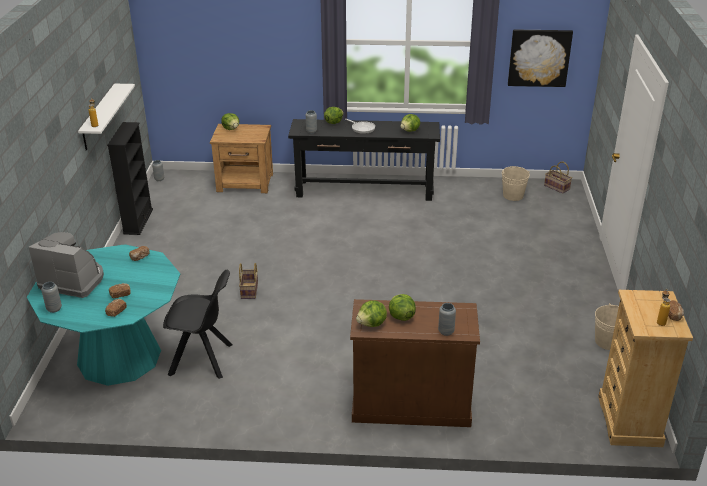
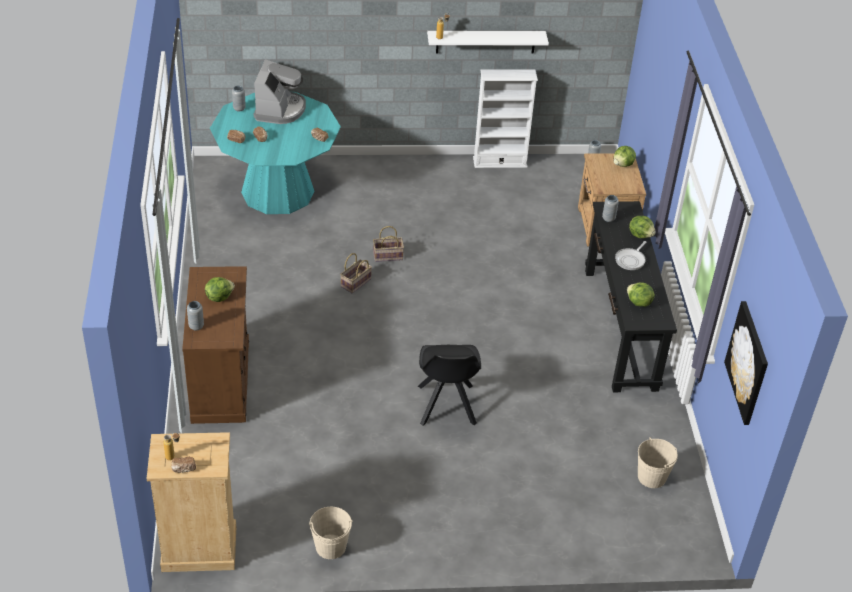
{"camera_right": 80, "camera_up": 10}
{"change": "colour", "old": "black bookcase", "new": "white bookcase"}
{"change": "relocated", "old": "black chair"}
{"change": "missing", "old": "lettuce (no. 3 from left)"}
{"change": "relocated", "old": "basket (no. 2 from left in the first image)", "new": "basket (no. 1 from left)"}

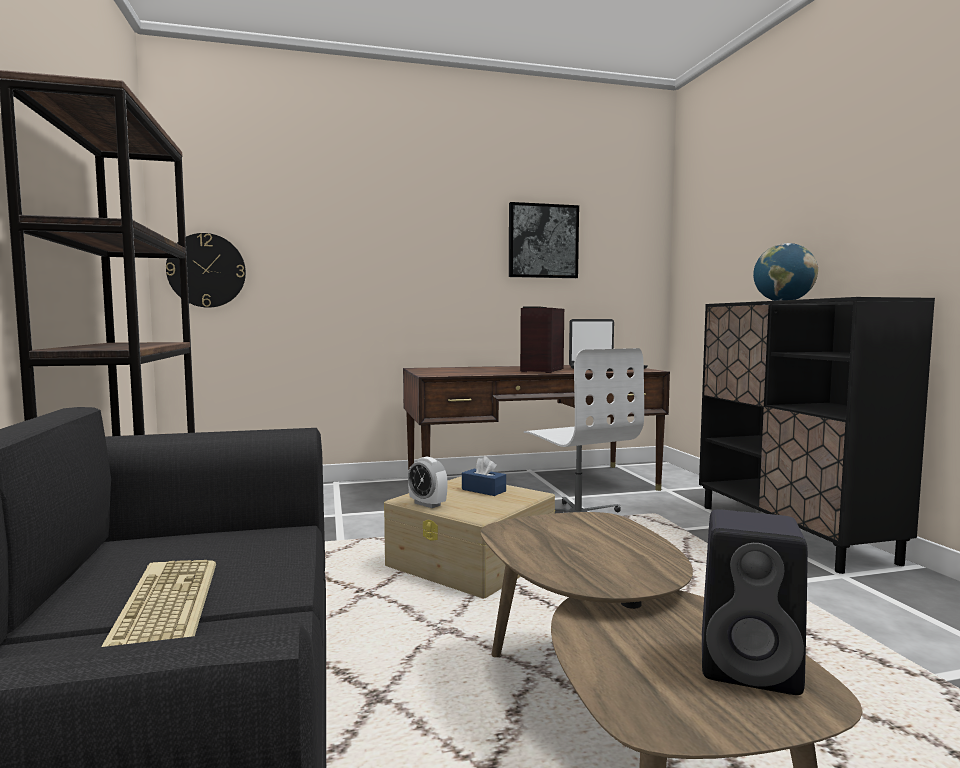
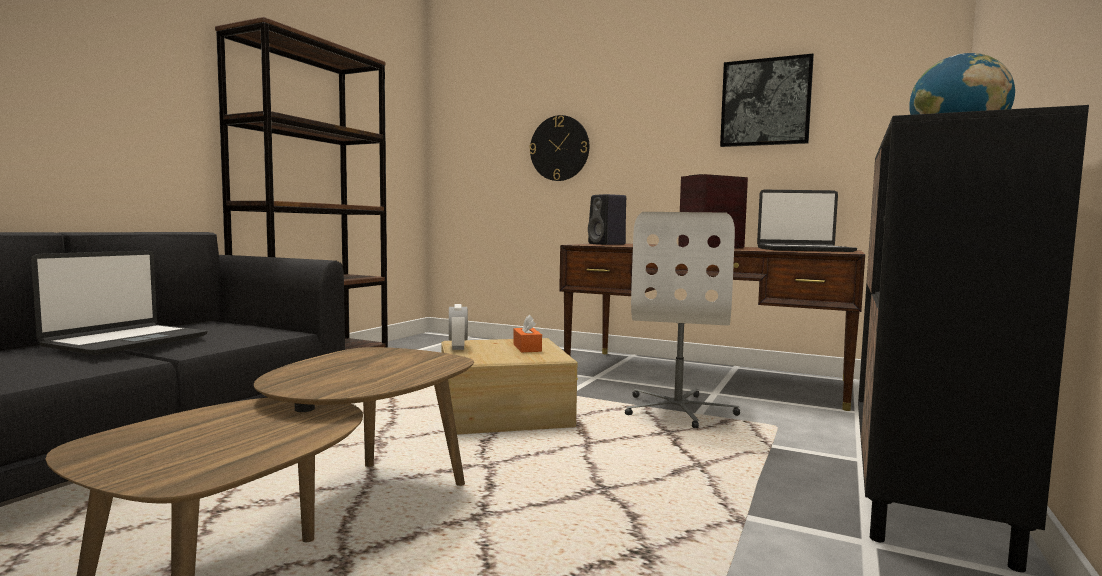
{"camera_right": 40, "camera_up": 0}
{"change": "exchanged", "old": "keyboard", "new": "laptop (no. 1 from left)"}
{"change": "relocated", "old": "wall clock"}
{"change": "colour", "old": "blue tissue box", "new": "orange tissue box"}
{"change": "relocated", "old": "black speaker"}

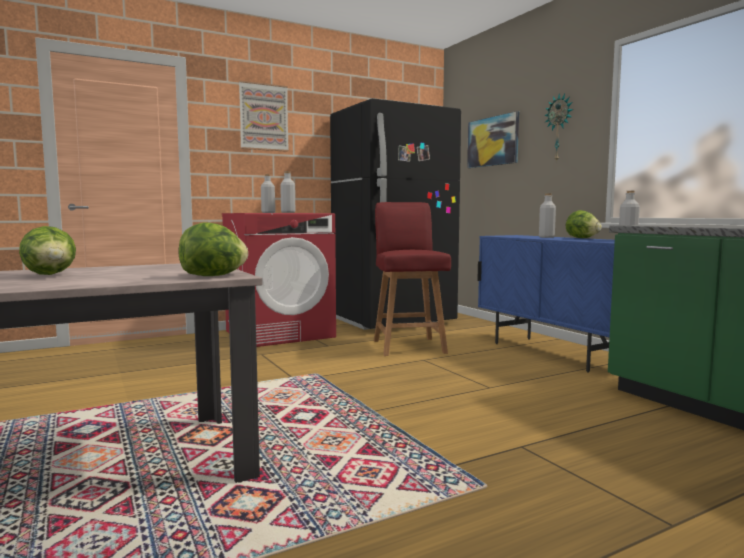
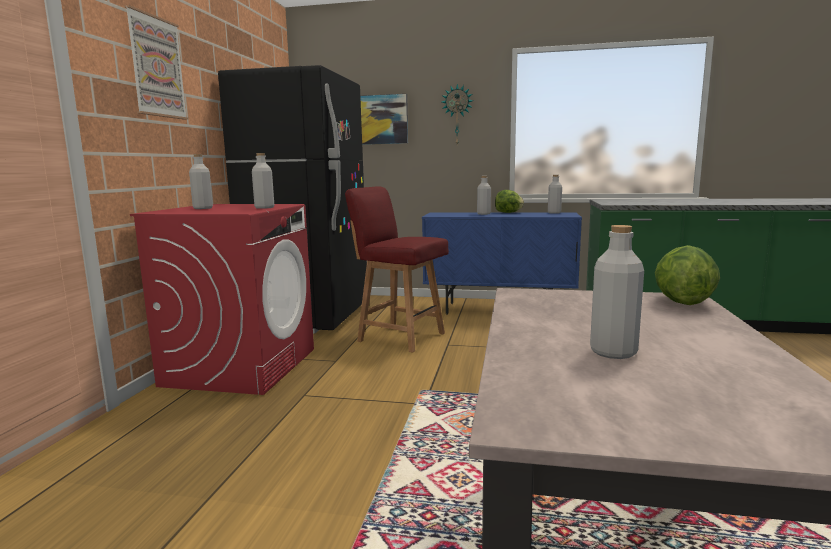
{"camera_right": -50, "camera_up": 5}
{"change": "exchanged", "old": "lettuce (no. 1 from left)", "new": "grey bottle (no. 5 from left)"}

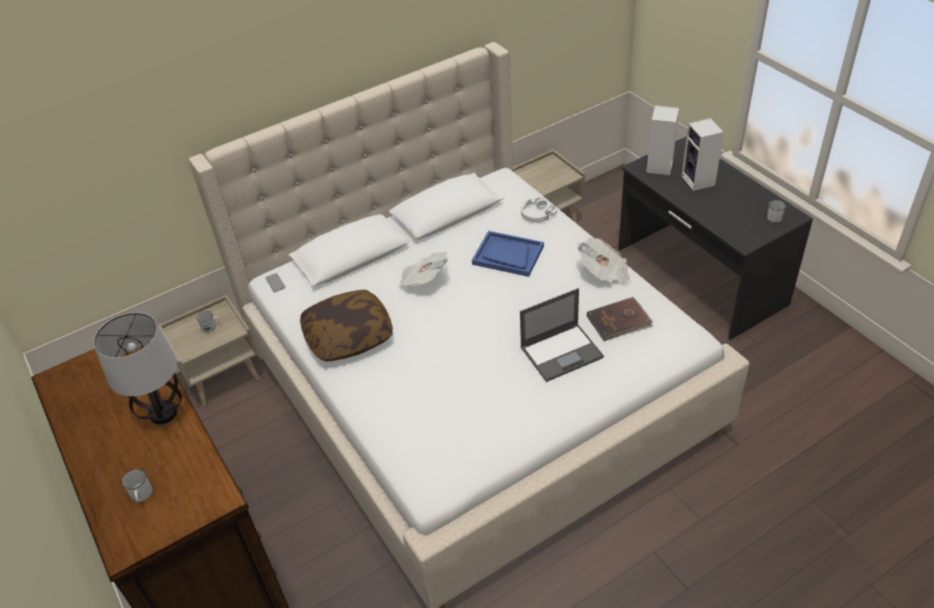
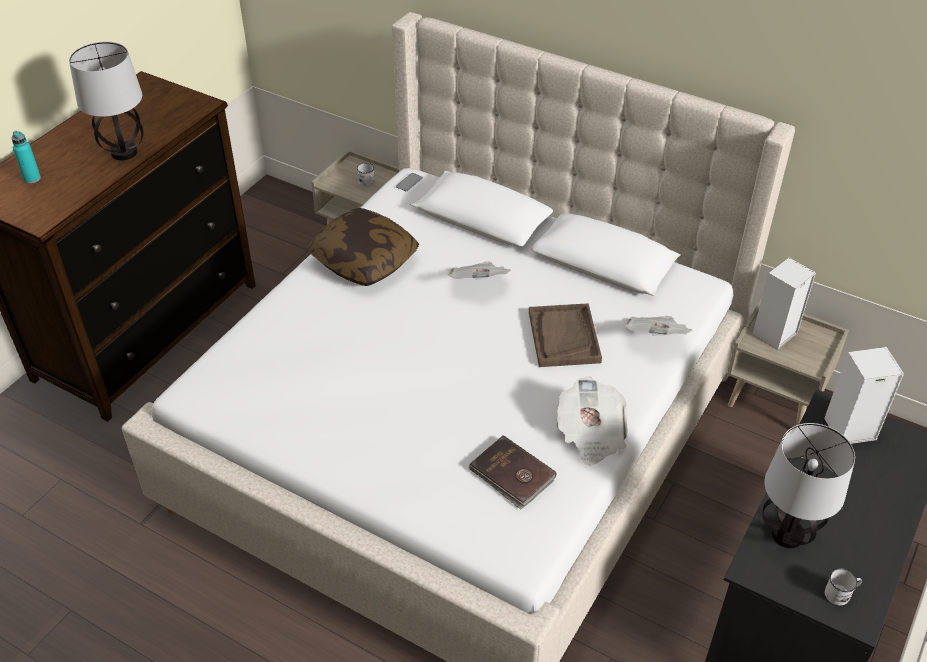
{"camera_right": 60, "camera_up": 0}
{"change": "exchanged", "old": "white mug (no. 1 from left)", "new": "turquoise bottle"}
{"change": "colour", "old": "blue tray", "new": "brown tray"}
{"change": "missing", "old": "laptop"}
{"change": "exchanged", "old": "white headphones", "new": "newspaper (no. 3 from left)"}
{"change": "relocated", "old": "speaker (no. 2 from left in the first image)", "new": "speaker (no. 1 from left)"}
{"change": "appeared", "new": "table lamp (no. 2 from left)"}

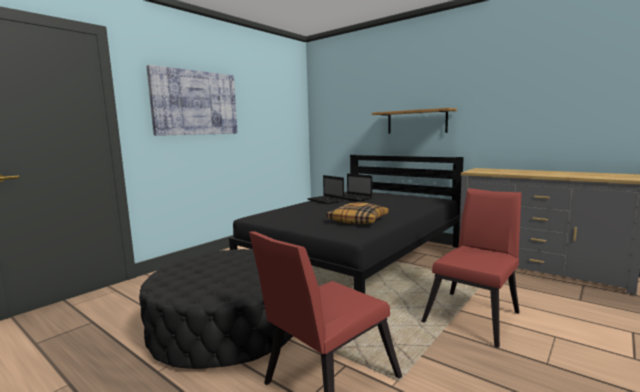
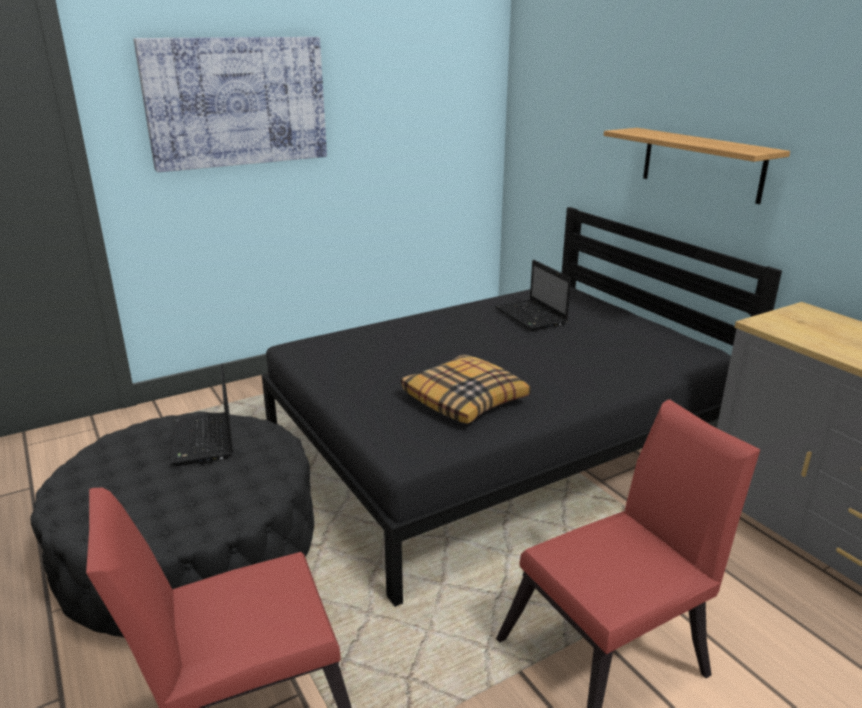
{"camera_right": 20, "camera_up": 15}
{"change": "relocated", "old": "laptop (no. 1 from left)"}

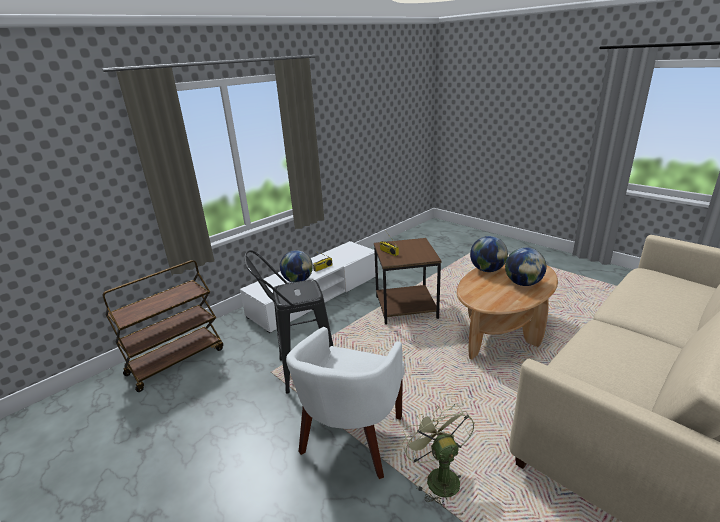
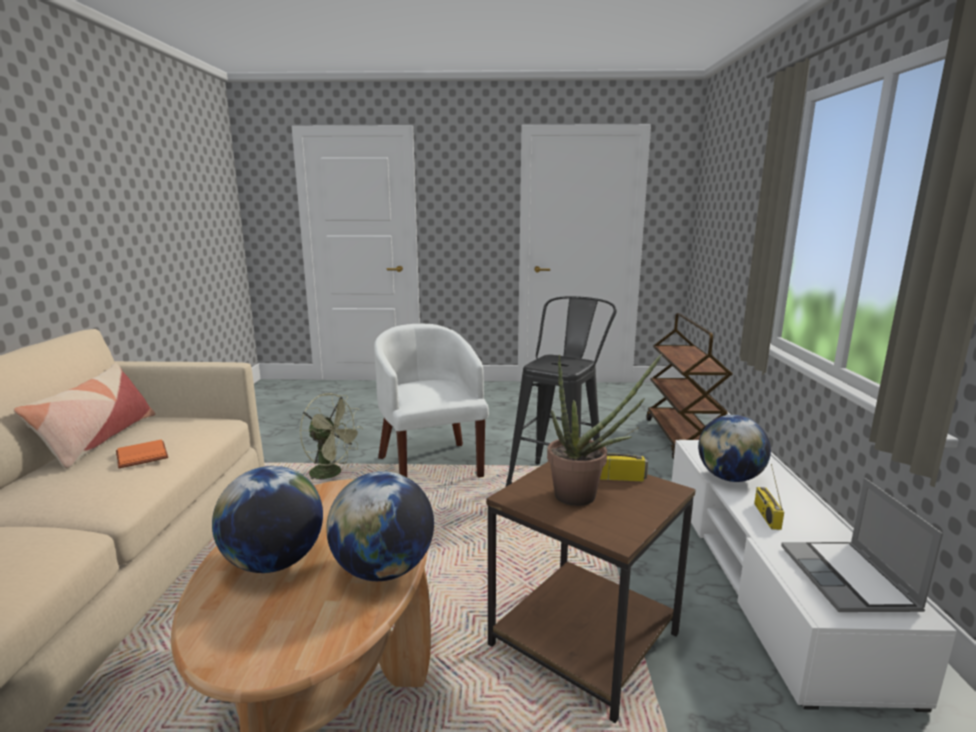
{"camera_right": 135, "camera_up": -10}
{"change": "appeared", "new": "pillow"}
{"change": "appeared", "new": "orange book"}
{"change": "appeared", "new": "potted plant"}
{"change": "appeared", "new": "laptop"}

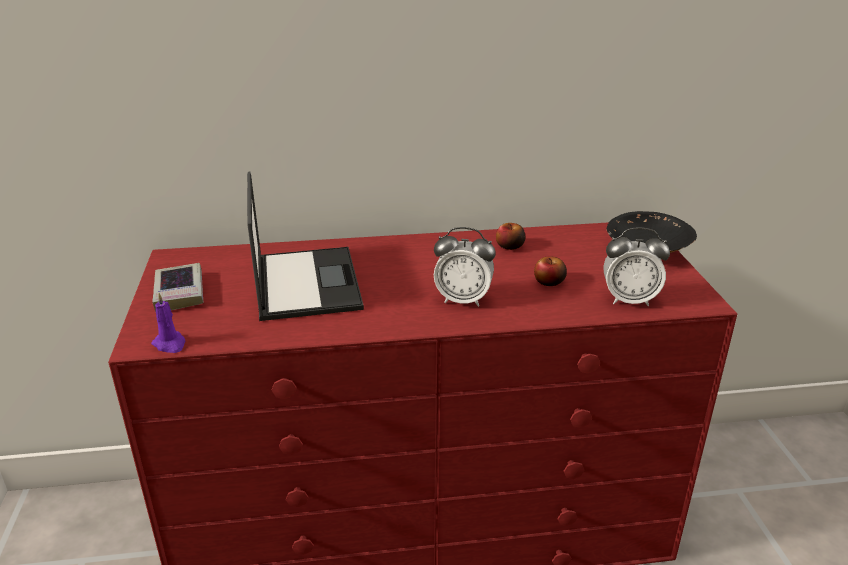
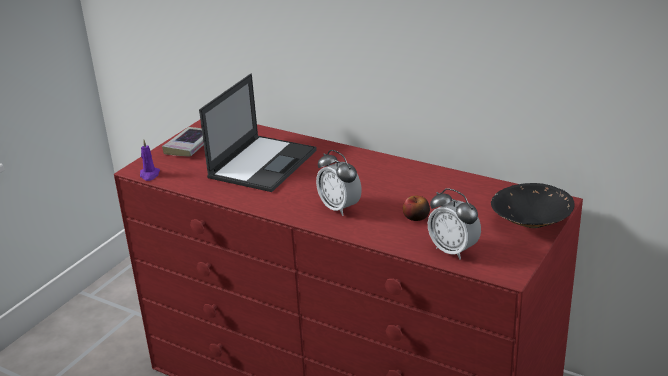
{"camera_right": 40, "camera_up": 0}
{"change": "missing", "old": "apple (no. 1 from left)"}

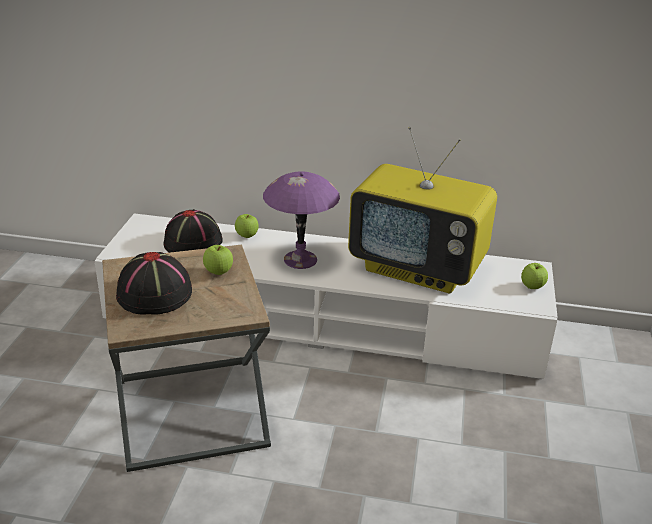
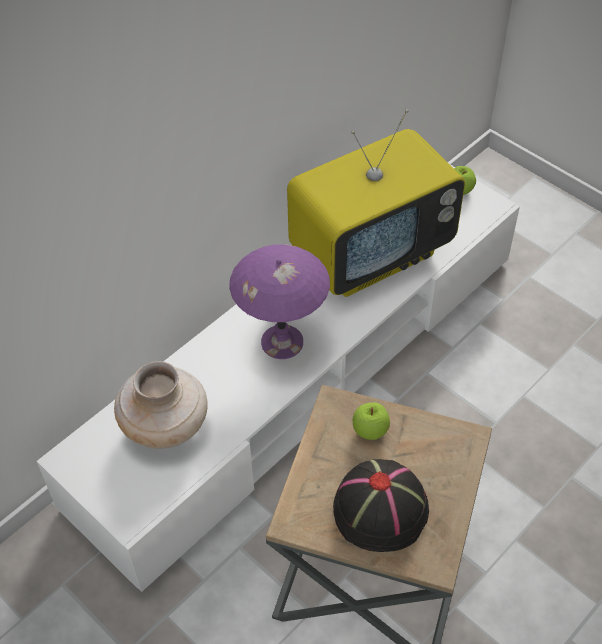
{"camera_right": -55, "camera_up": 20}
{"change": "exchanged", "old": "black hat (no. 2 from left)", "new": "beige vase"}
{"change": "missing", "old": "apple (no. 2 from left)"}

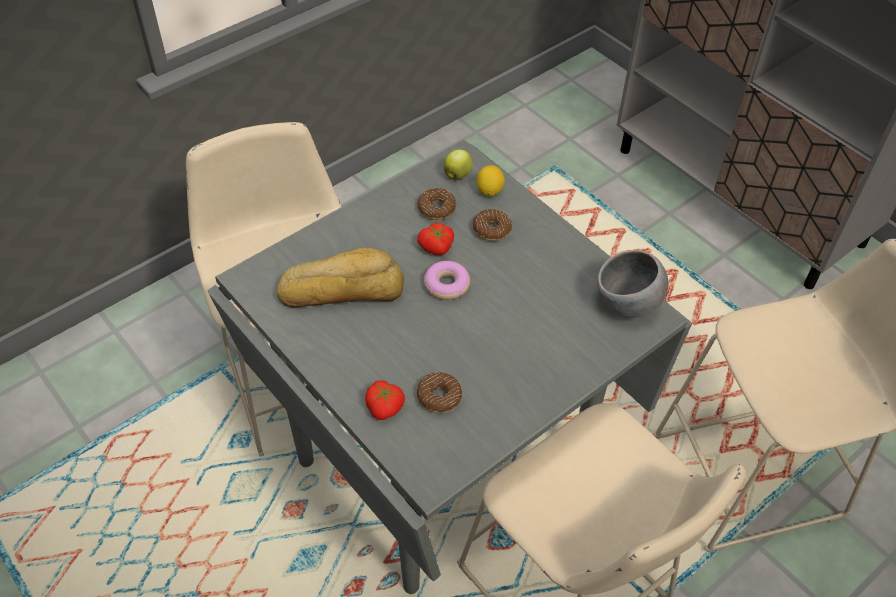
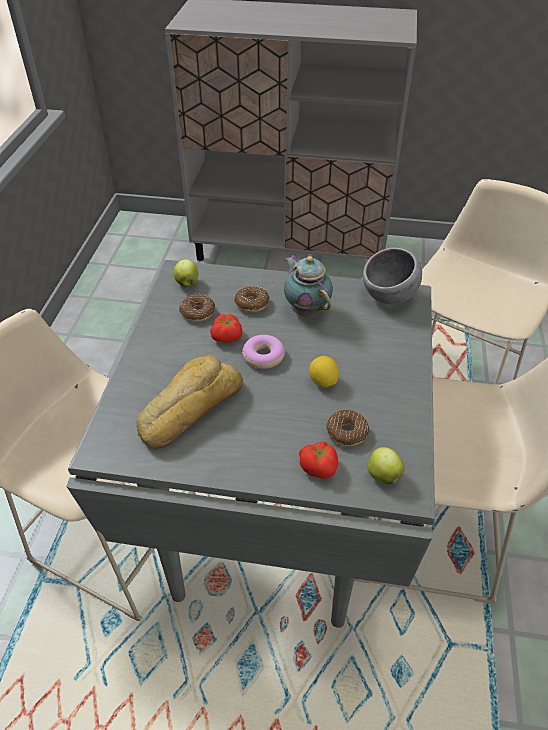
{"camera_right": -40, "camera_up": -5}
{"change": "relocated", "old": "lemon"}
{"change": "appeared", "new": "teapot"}
{"change": "appeared", "new": "apple (no. 2 from left)"}

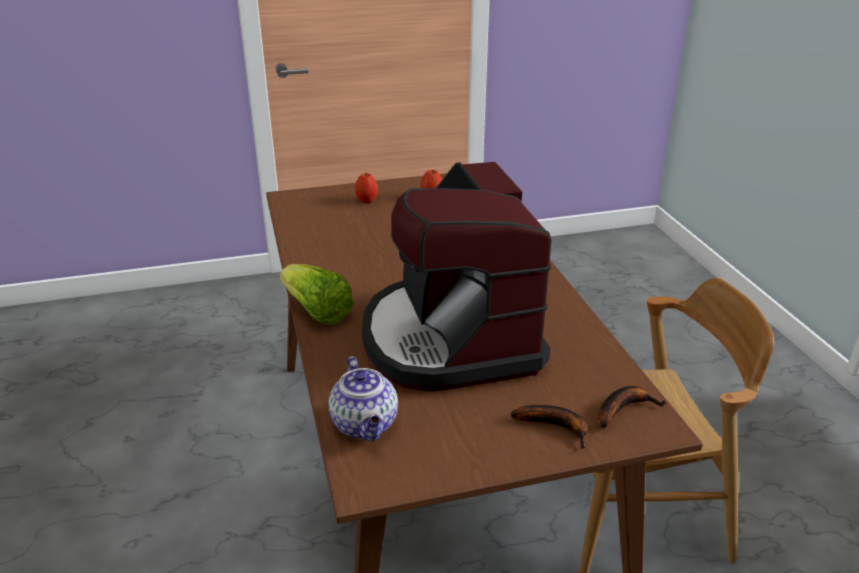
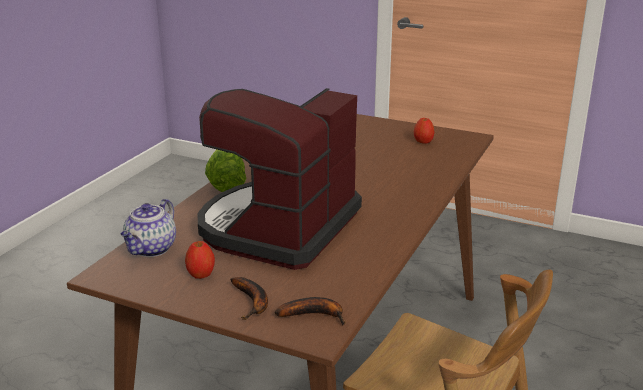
{"camera_right": 40, "camera_up": -5}
{"change": "relocated", "old": "apple (no. 1 from left)"}

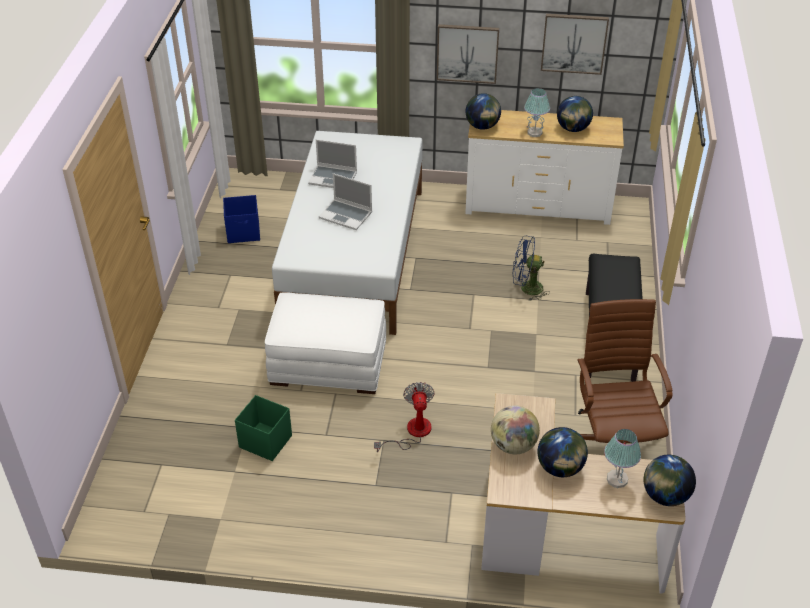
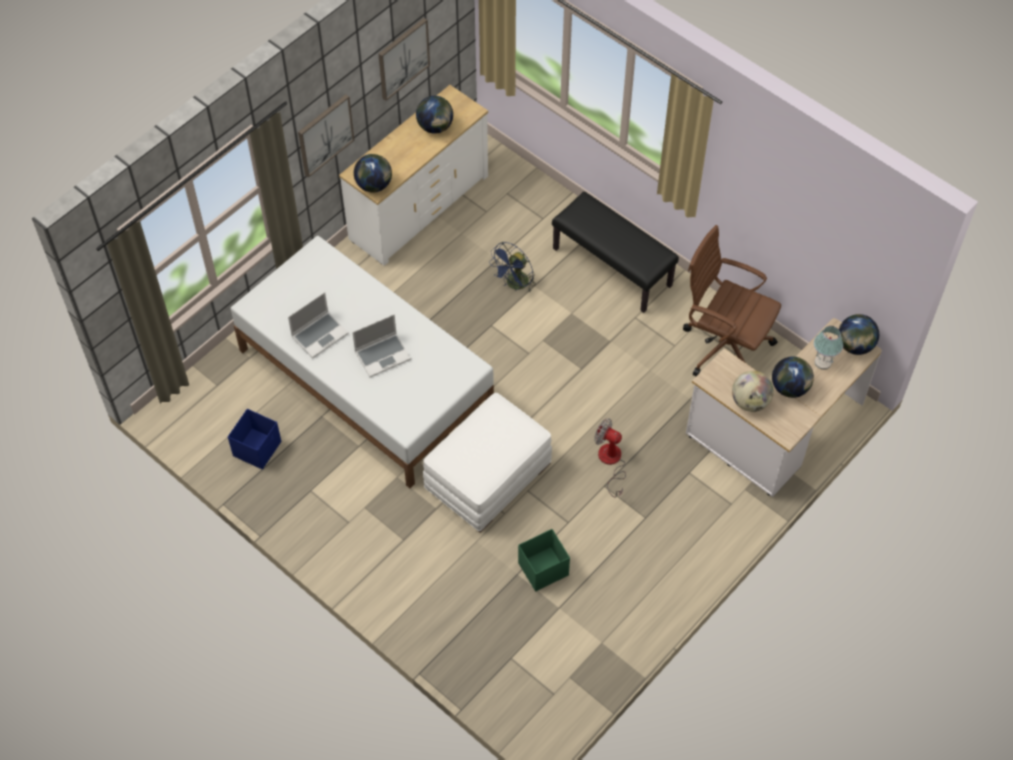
{"camera_right": -55, "camera_up": 15}
{"change": "missing", "old": "table lamp (no. 1 from left)"}

